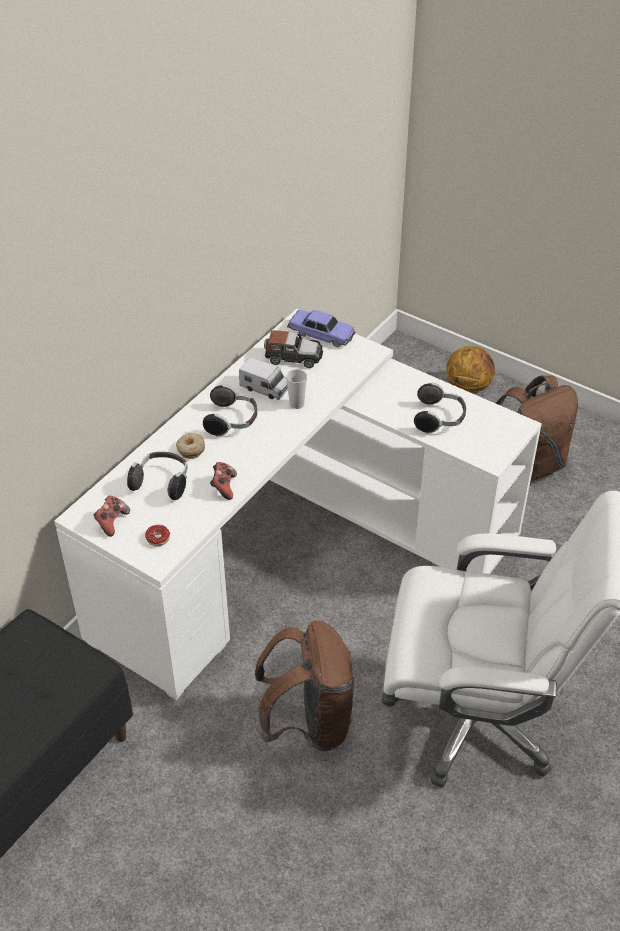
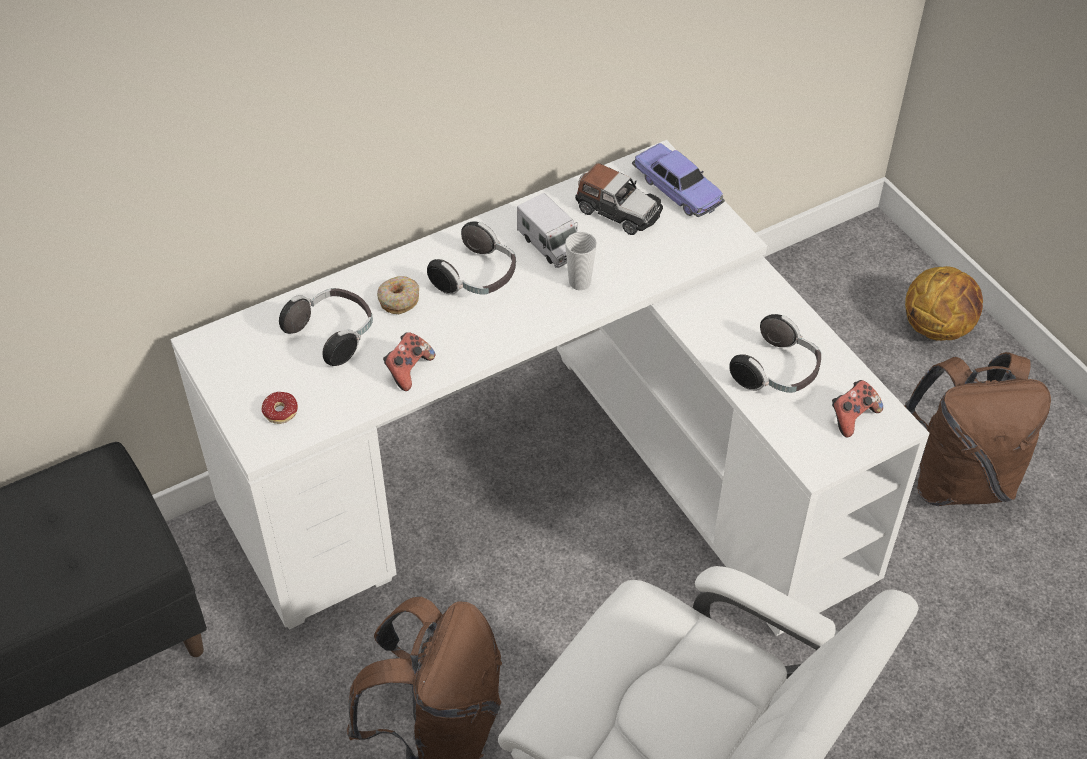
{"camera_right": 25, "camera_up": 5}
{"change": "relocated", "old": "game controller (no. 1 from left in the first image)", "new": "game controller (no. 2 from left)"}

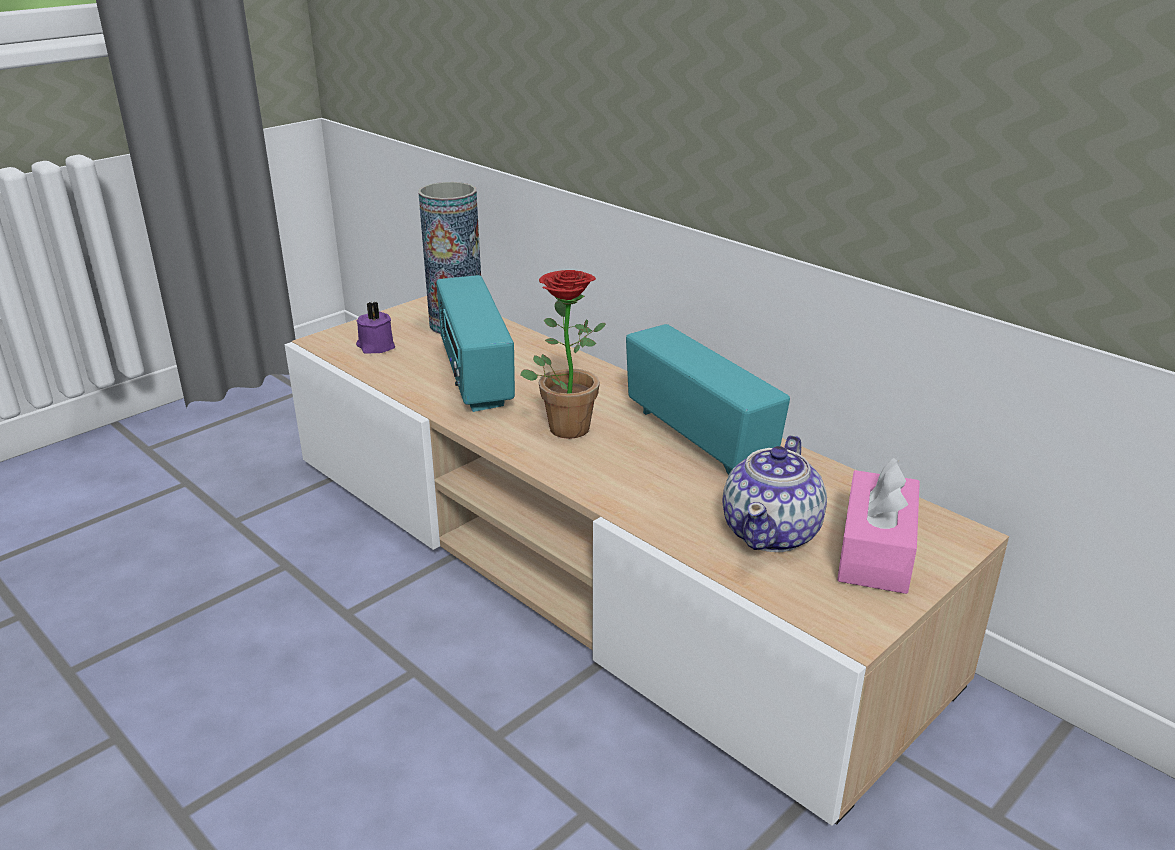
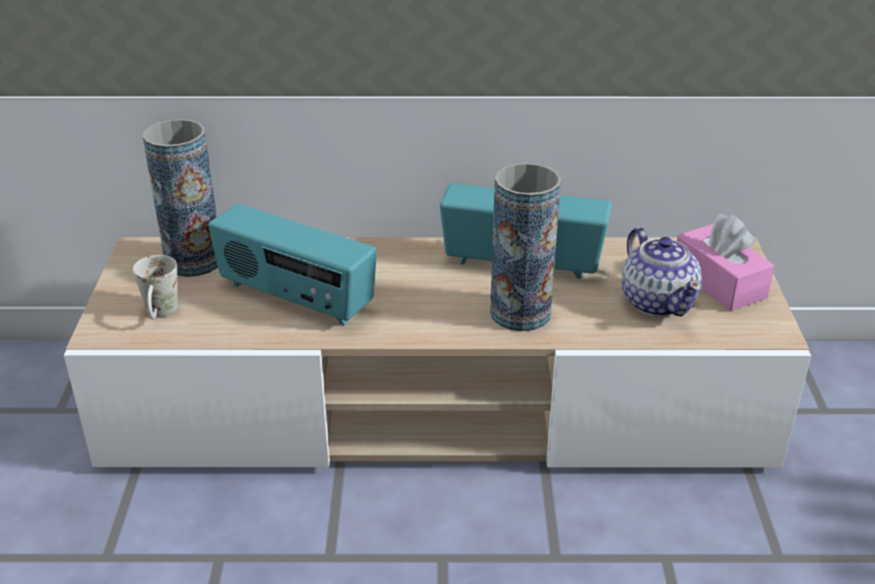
{"camera_right": -45, "camera_up": 5}
{"change": "exchanged", "old": "purple candle", "new": "white mug"}
{"change": "missing", "old": "potted plant"}
{"change": "appeared", "new": "vase (no. 2 from left)"}

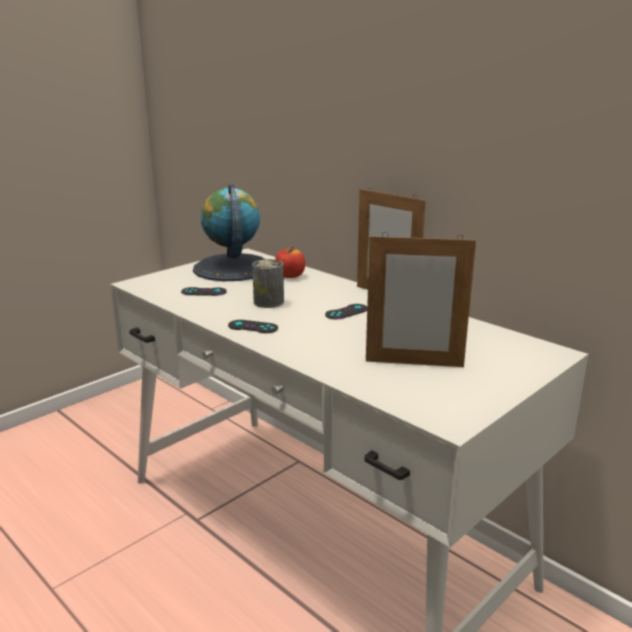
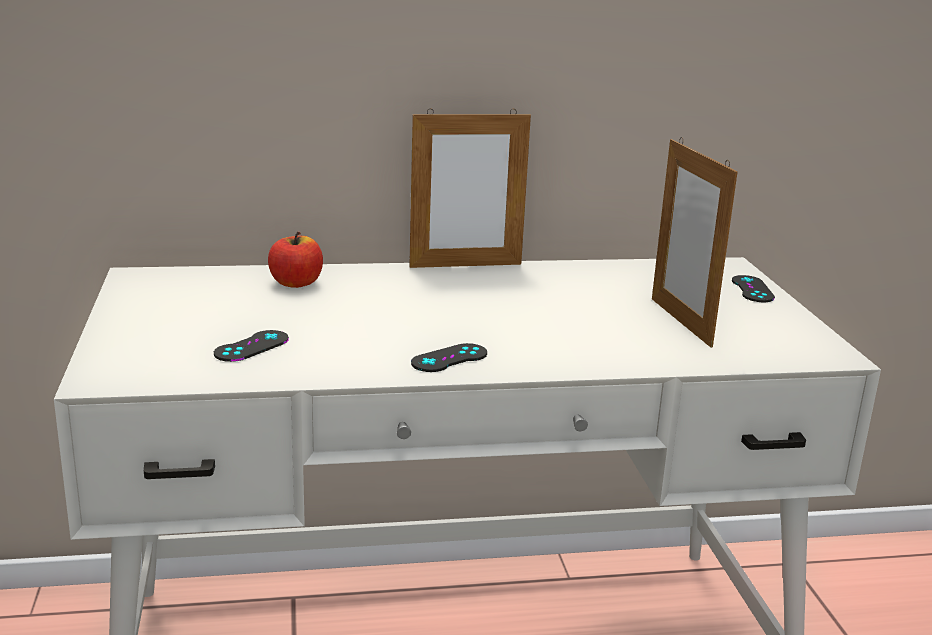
{"camera_right": -55, "camera_up": 0}
{"change": "missing", "old": "globe"}
{"change": "missing", "old": "can"}
{"change": "relocated", "old": "black game controller (no. 3 from left)"}
{"change": "spun", "old": "picture frame (no. 2 from left)", "degrees": 120}

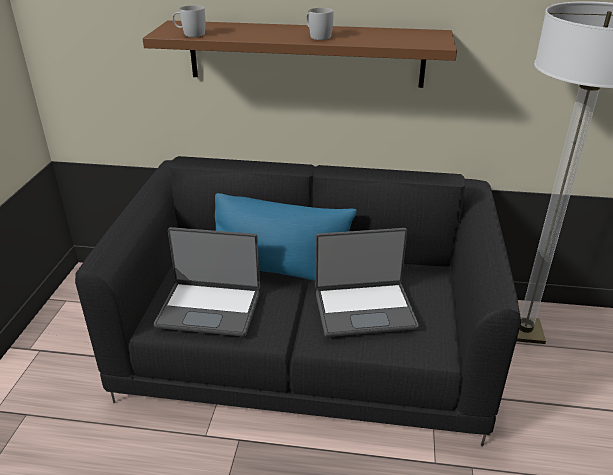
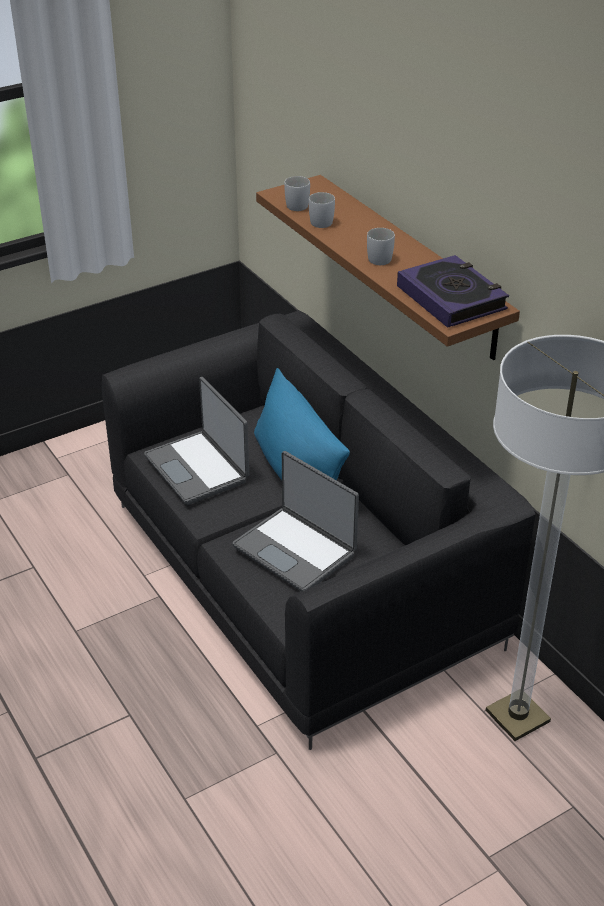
{"camera_right": 50, "camera_up": 5}
{"change": "appeared", "new": "white mug (no. 2 from left)"}
{"change": "appeared", "new": "book"}

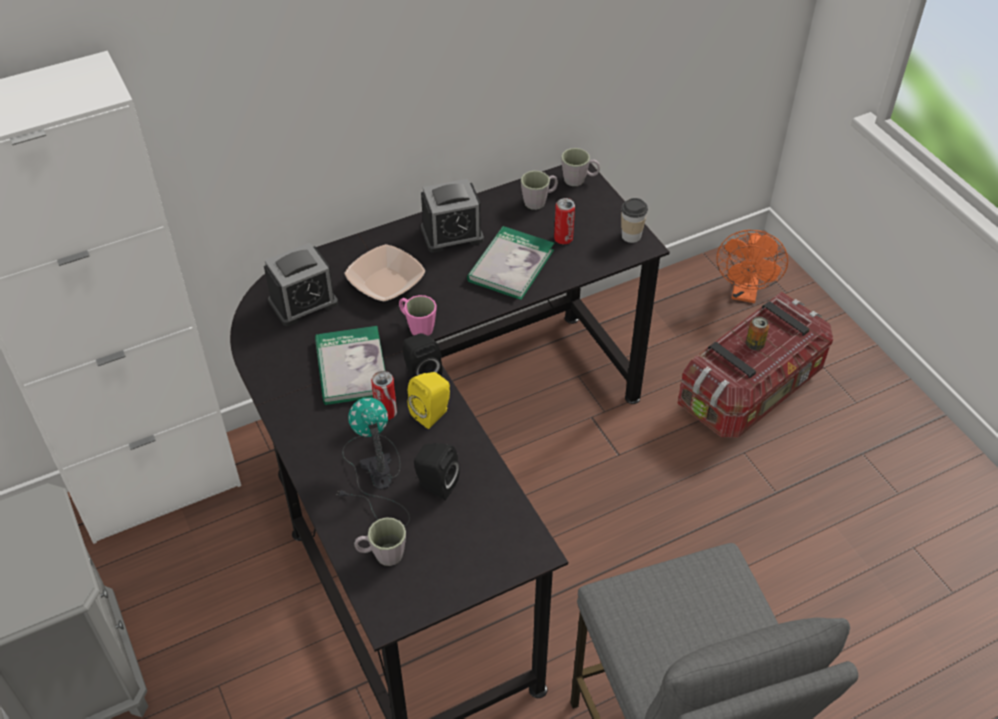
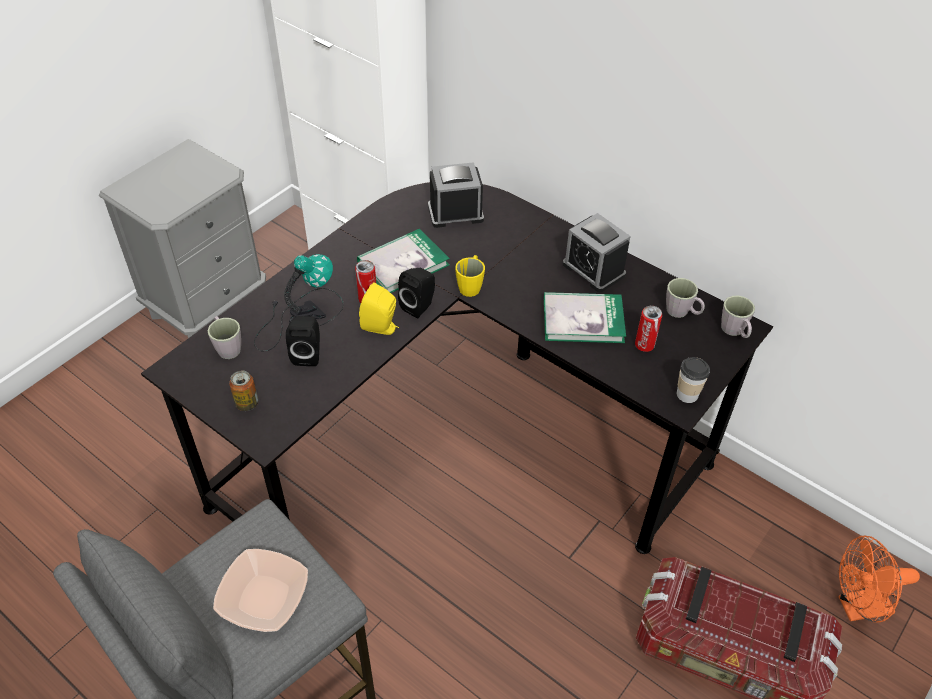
{"camera_right": 65, "camera_up": 0}
{"change": "spun", "old": "alarm clock (no. 1 from left)", "degrees": 135}
{"change": "relocated", "old": "bowl"}
{"change": "colour", "old": "pink mug", "new": "yellow mug"}
{"change": "relocated", "old": "can (no. 3 from left in the first image)", "new": "can (no. 1 from left)"}

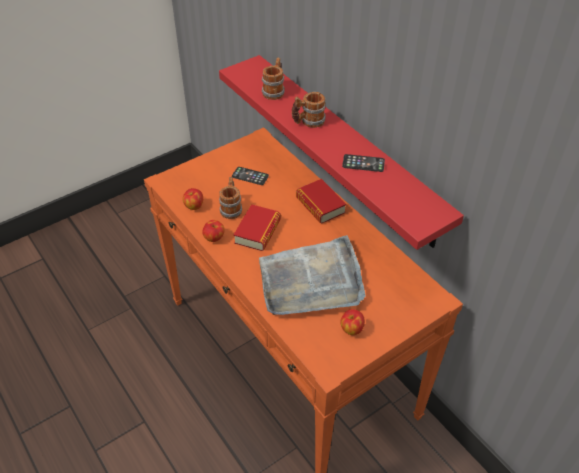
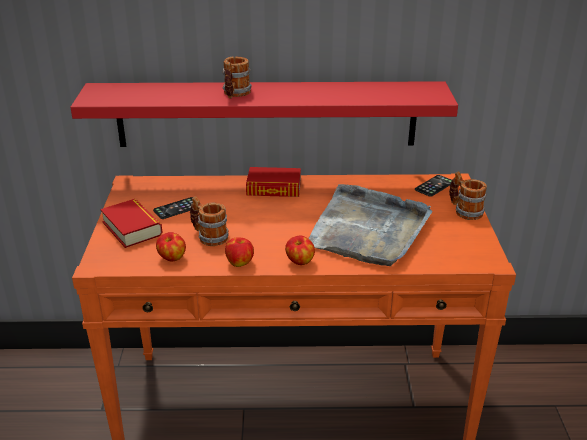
{"camera_right": -55, "camera_up": -15}
{"change": "relocated", "old": "book (no. 1 from left)"}
{"change": "relocated", "old": "mug (no. 2 from left in the first image)", "new": "mug (no. 3 from left)"}
{"change": "relocated", "old": "apple (no. 3 from left)"}
{"change": "relocated", "old": "phone (no. 2 from left)"}

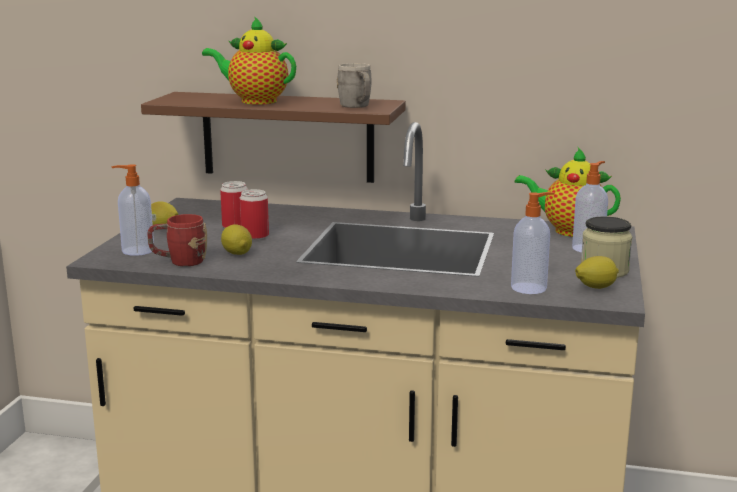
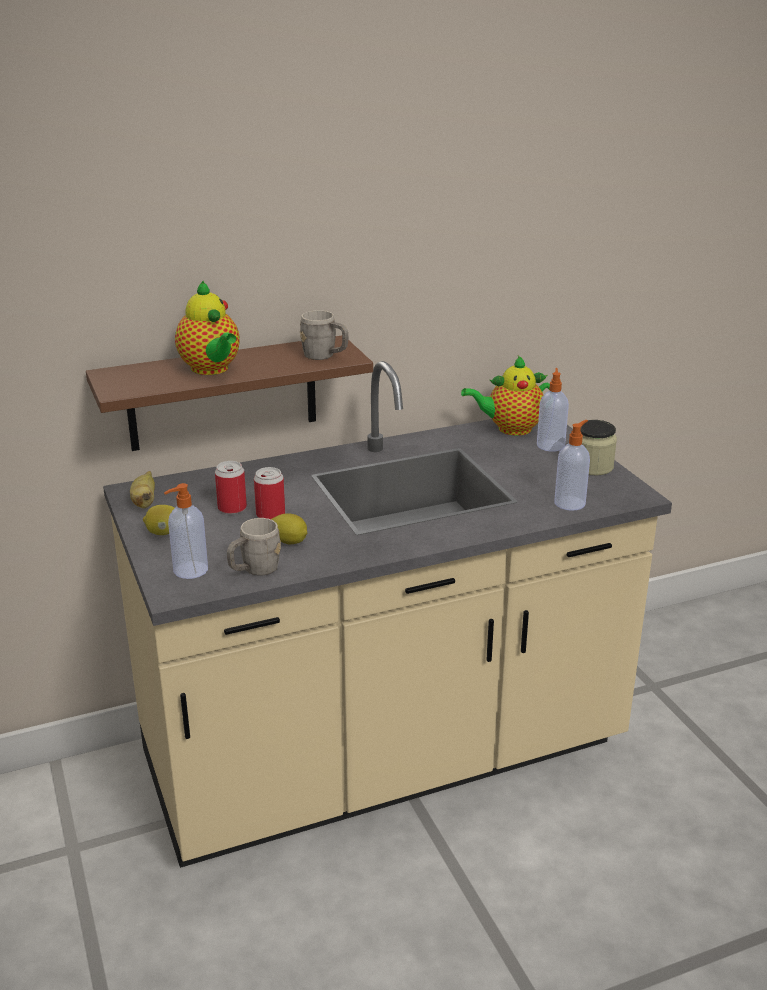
{"camera_right": -35, "camera_up": 10}
{"change": "colour", "old": "red mug", "new": "grey mug (no. 1 from left)"}
{"change": "spun", "old": "teapot (no. 1 from left)", "degrees": -105}
{"change": "missing", "old": "lemon (no. 3 from left)"}
{"change": "appeared", "new": "banana"}

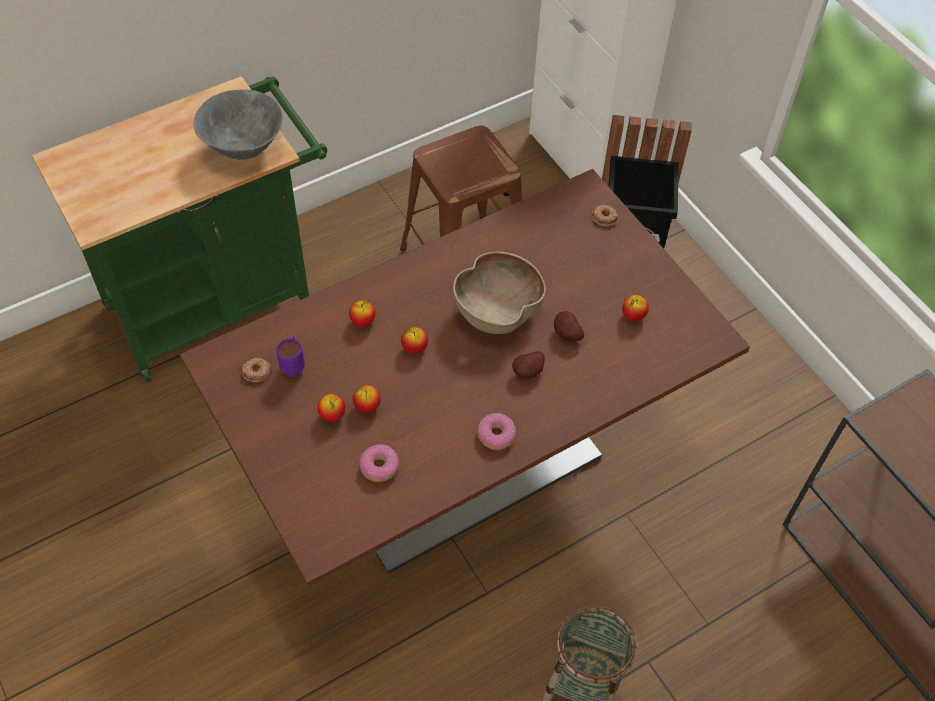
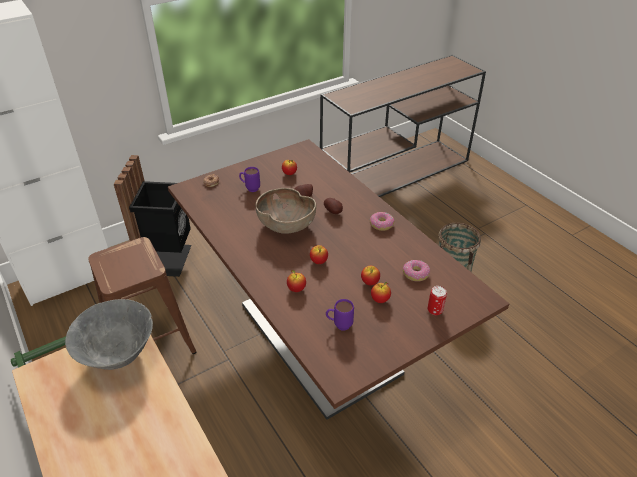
{"camera_right": -90, "camera_up": -15}
{"change": "missing", "old": "donut (no. 1 from left)"}
{"change": "appeared", "new": "purple mug (no. 1 from left)"}
{"change": "appeared", "new": "can"}

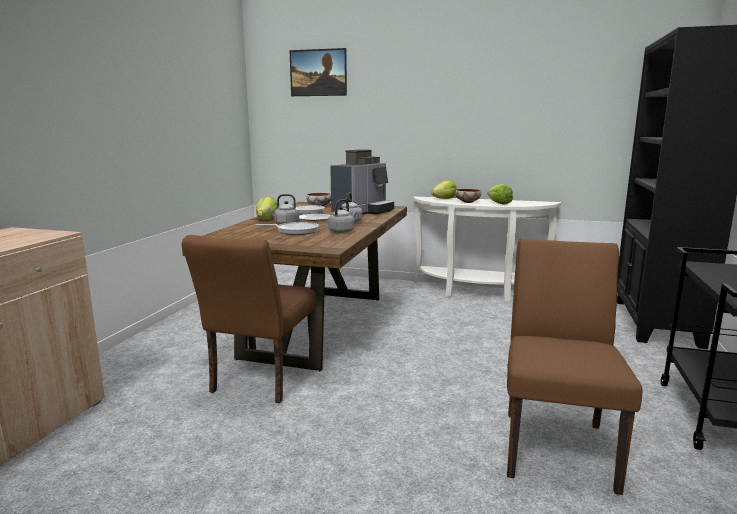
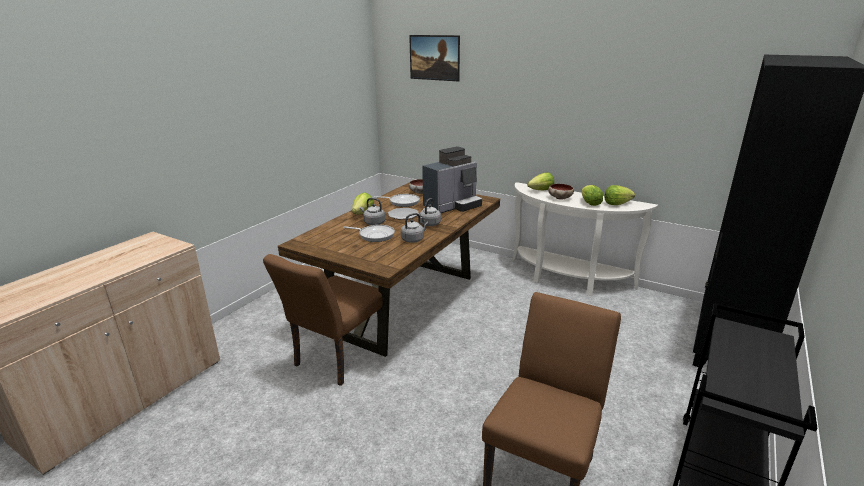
{"camera_right": 15, "camera_up": 10}
{"change": "appeared", "new": "lettuce (no. 4 from left)"}

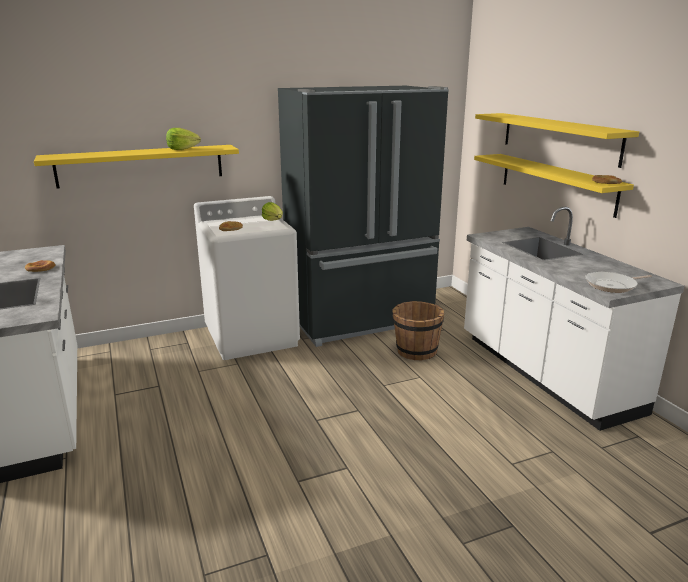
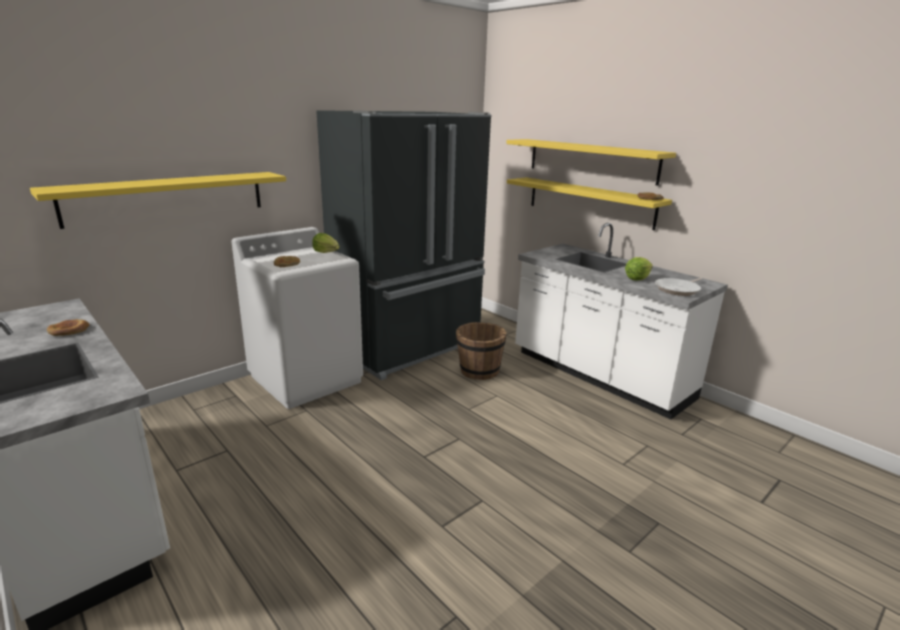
{"camera_right": -20, "camera_up": 0}
{"change": "relocated", "old": "lettuce (no. 1 from left in the first image)", "new": "lettuce (no. 2 from left)"}

